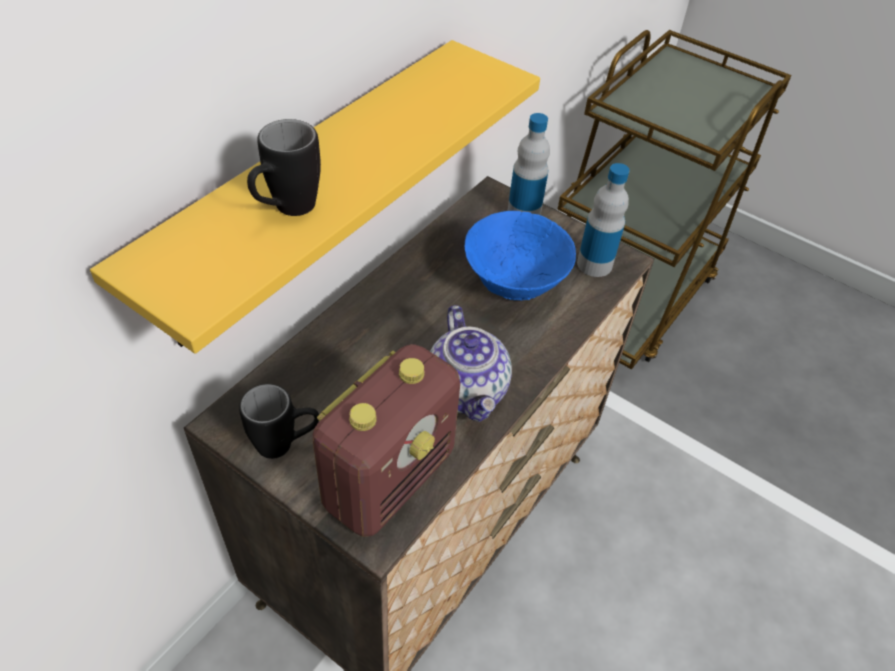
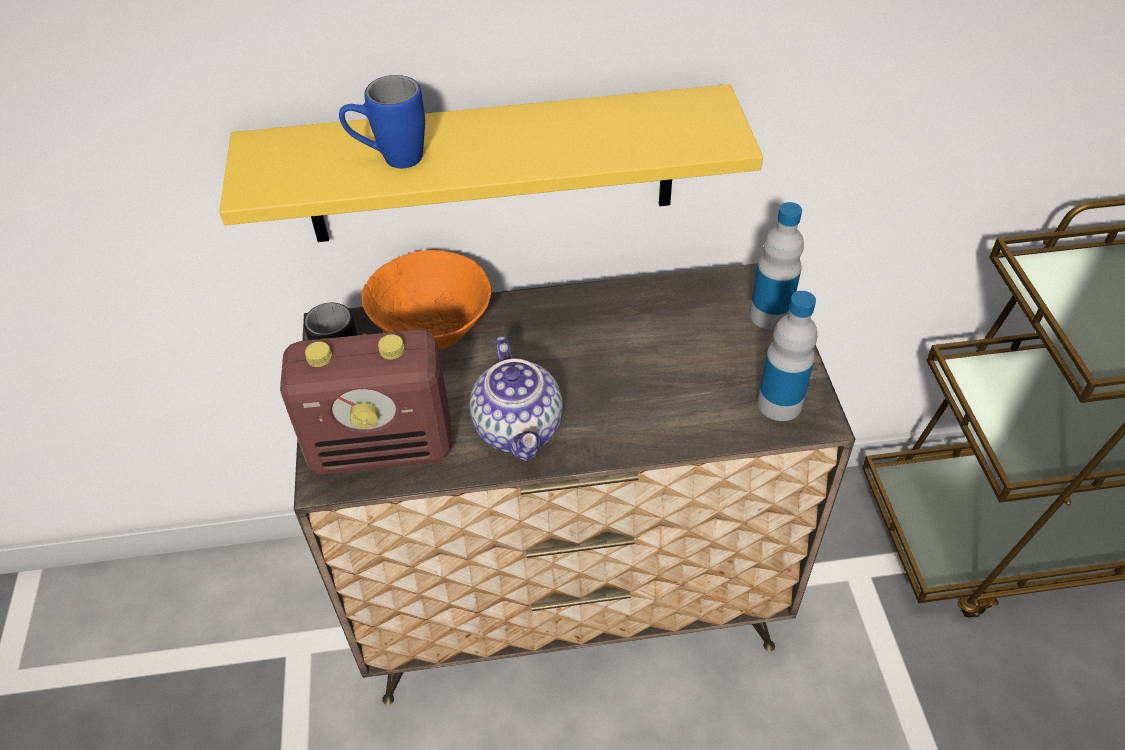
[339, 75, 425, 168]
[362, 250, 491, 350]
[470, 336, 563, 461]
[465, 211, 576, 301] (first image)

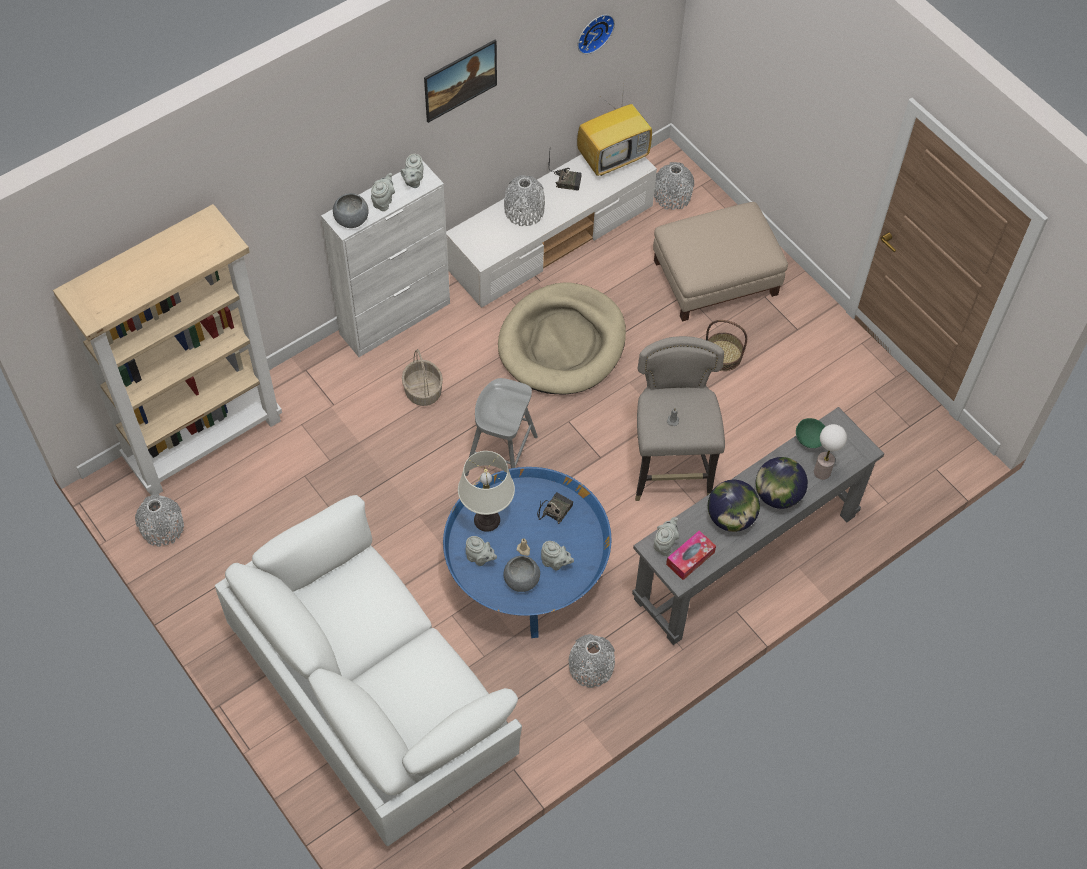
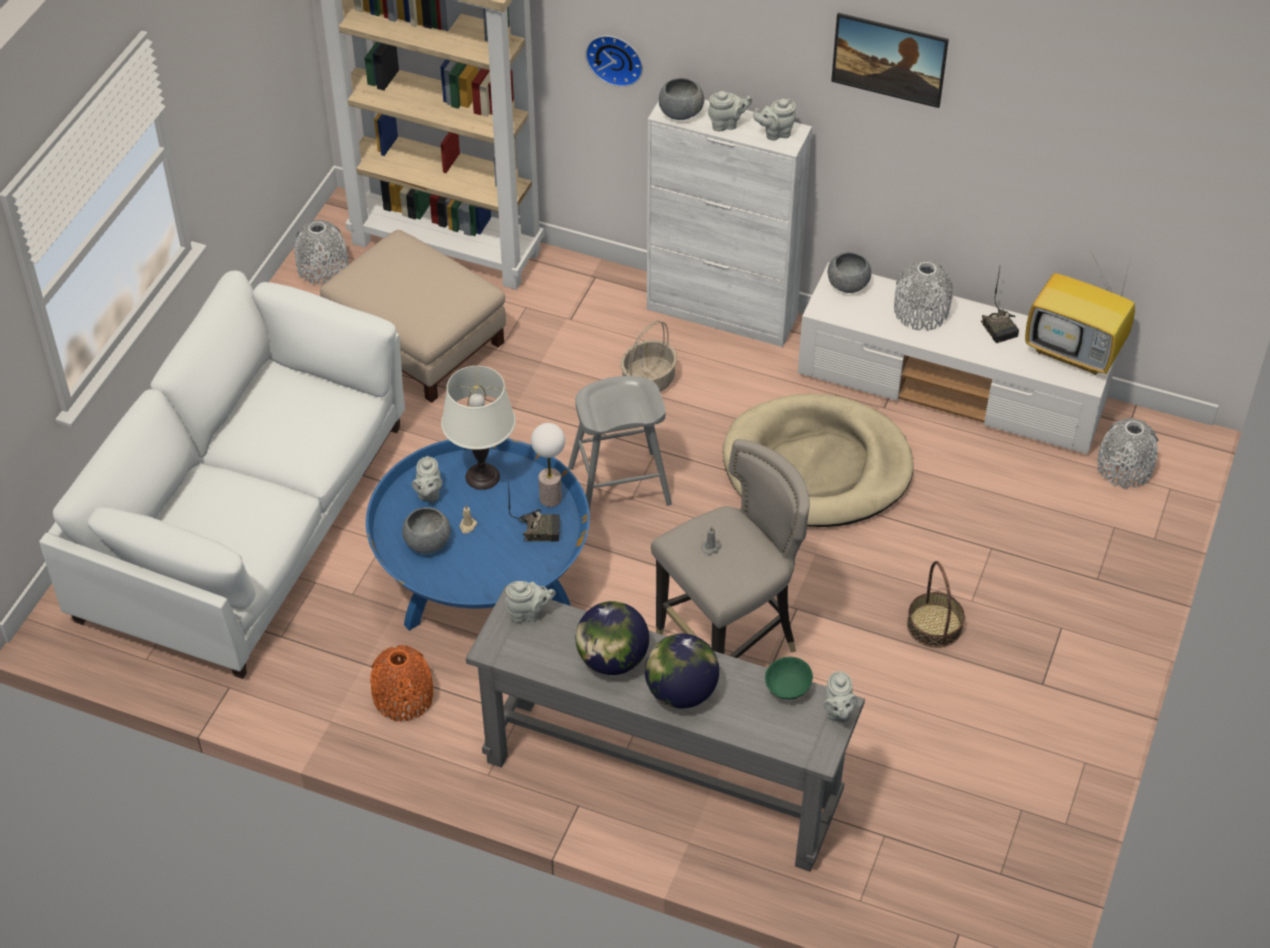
[320, 230, 506, 403]
[370, 645, 433, 721]
[531, 423, 565, 507]
[585, 35, 643, 87]
[823, 671, 858, 722]
[828, 252, 871, 293]
[666, 530, 716, 580] (first image)

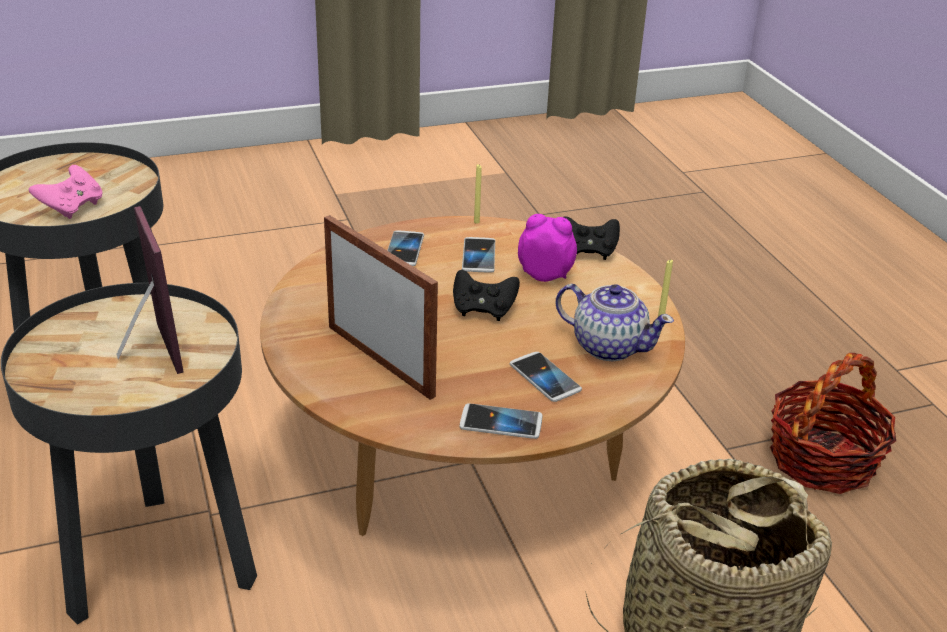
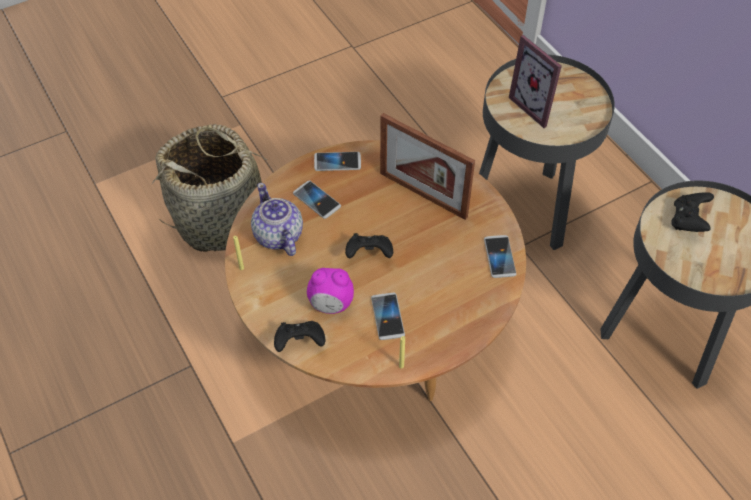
[251, 183, 303, 256]
[484, 235, 516, 278]
[671, 192, 714, 232]
[770, 353, 896, 494] (first image)

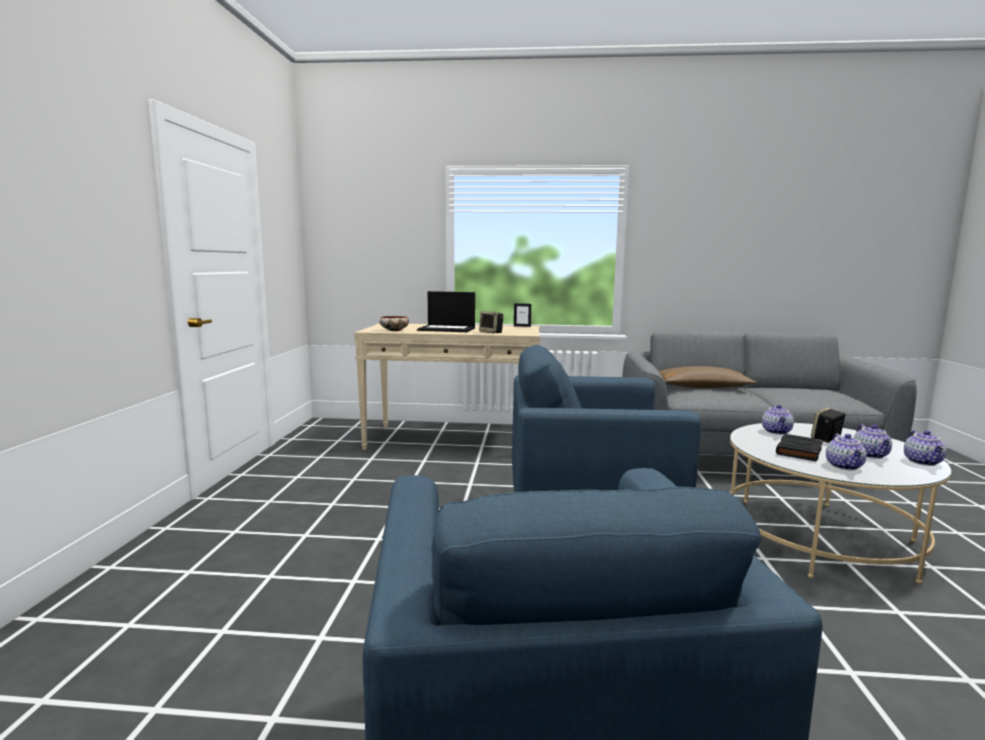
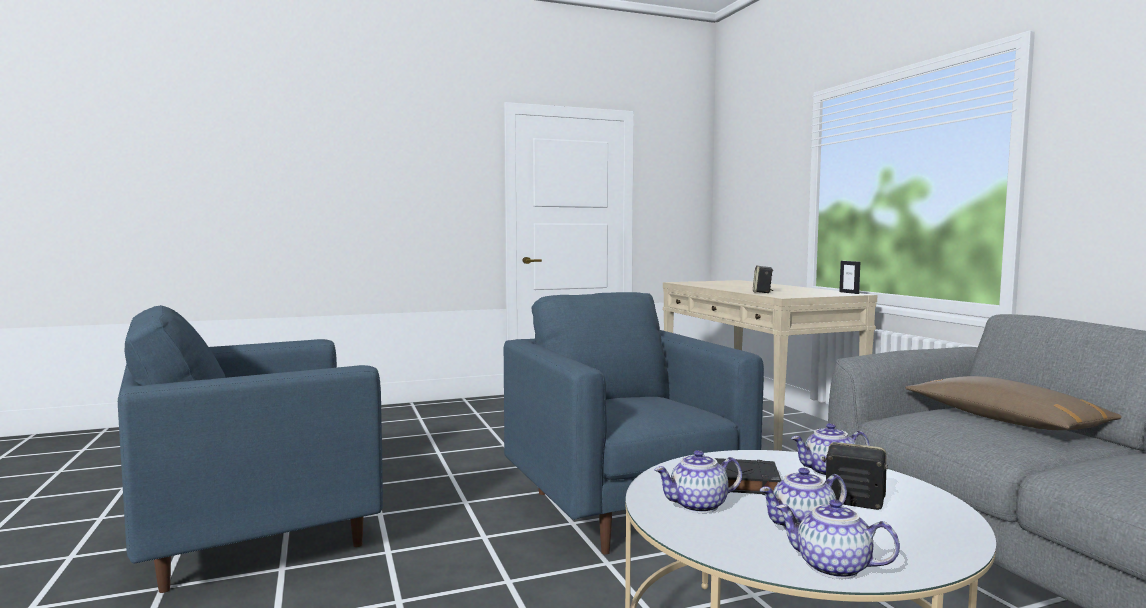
[776, 499, 900, 579]
[379, 316, 409, 331] (first image)
[417, 291, 475, 332] (first image)

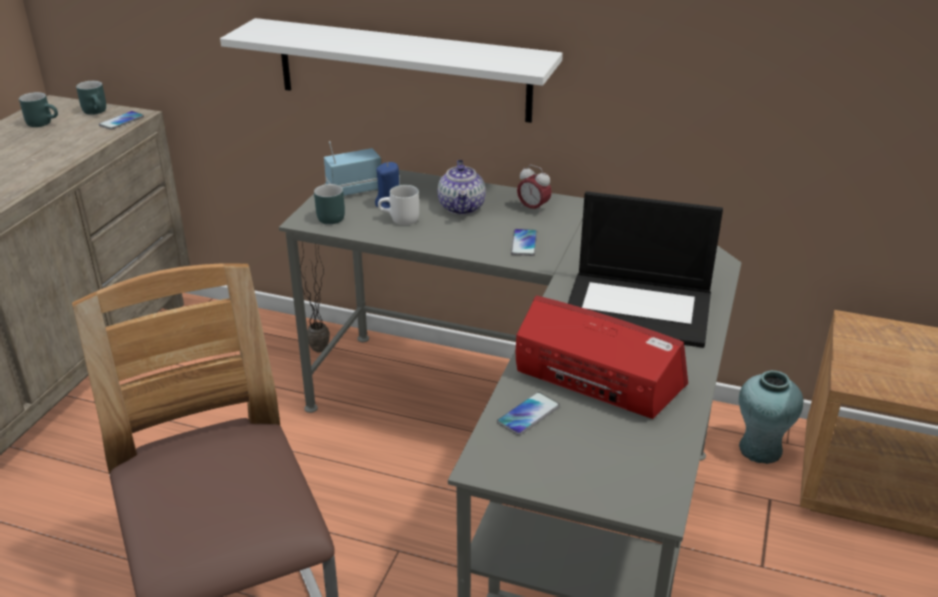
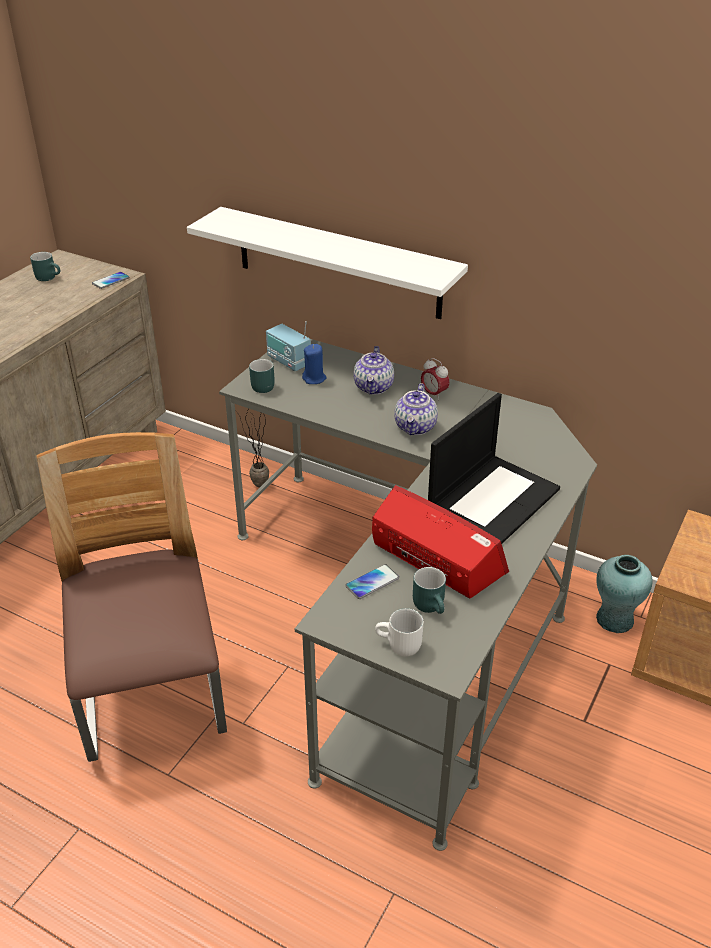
[266, 321, 311, 372]
[375, 608, 424, 656]
[394, 383, 438, 435]
[413, 567, 446, 614]
[428, 393, 560, 544]

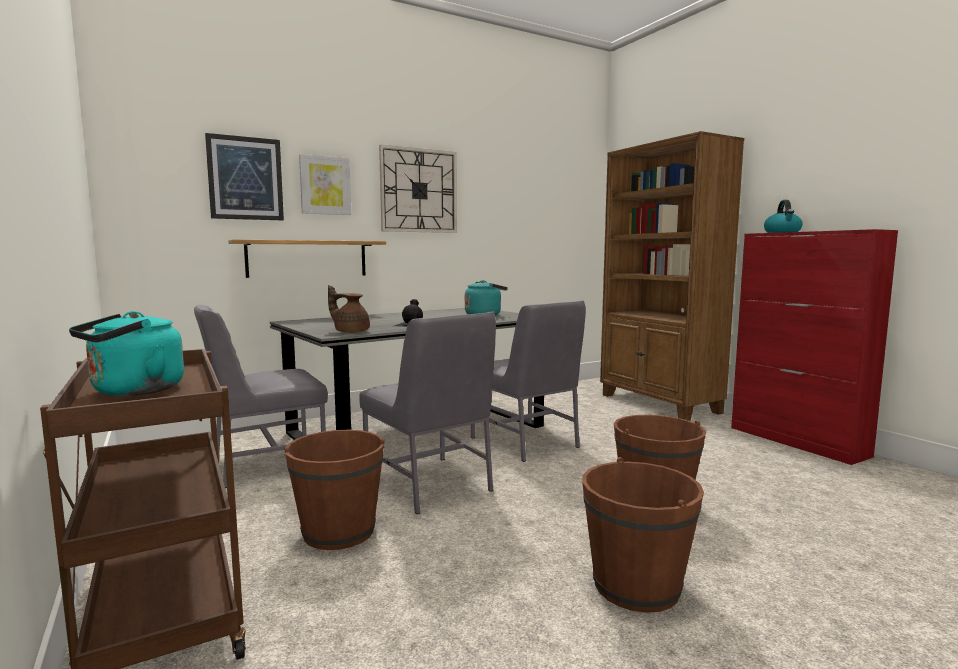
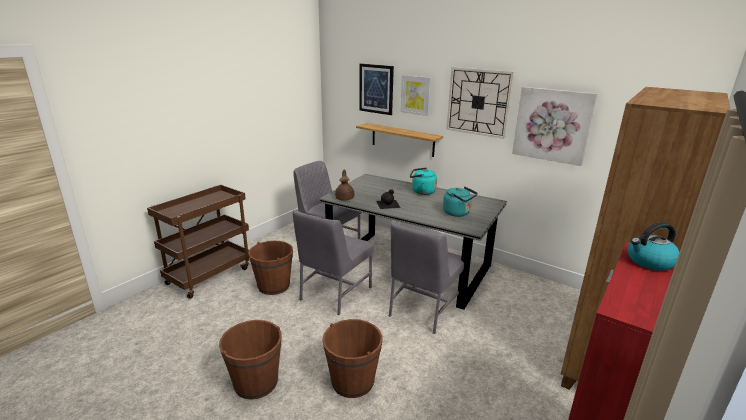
[410, 168, 437, 195]
[512, 87, 597, 166]

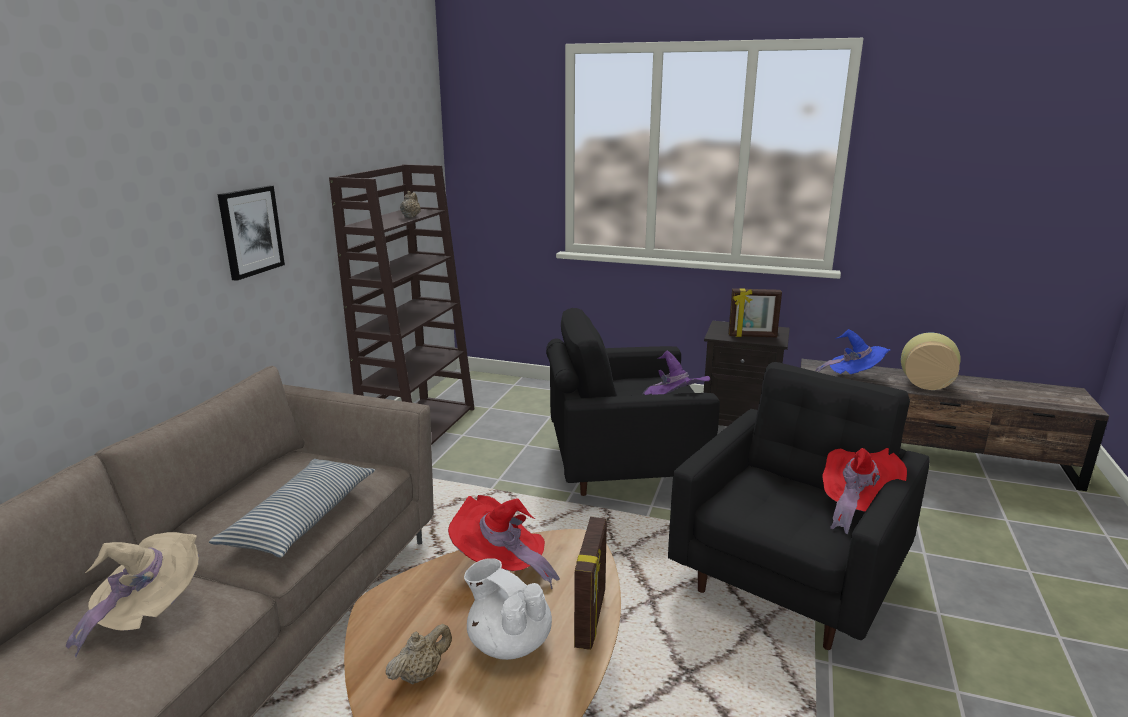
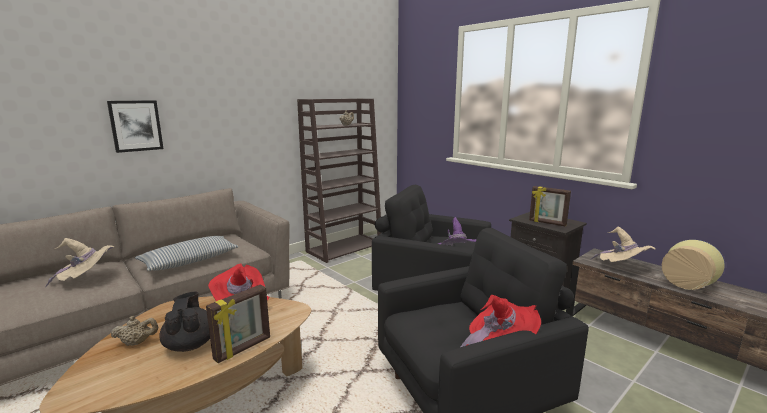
[107, 100, 163, 153]
[159, 291, 210, 352]
[590, 227, 656, 262]

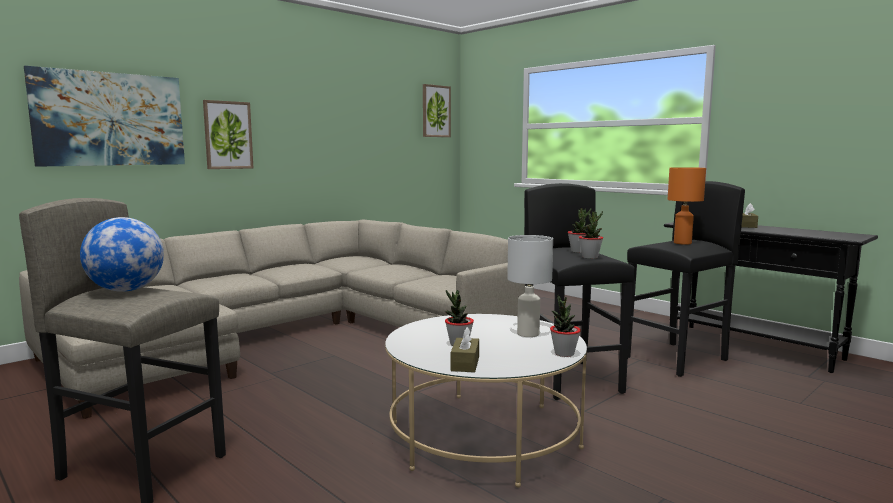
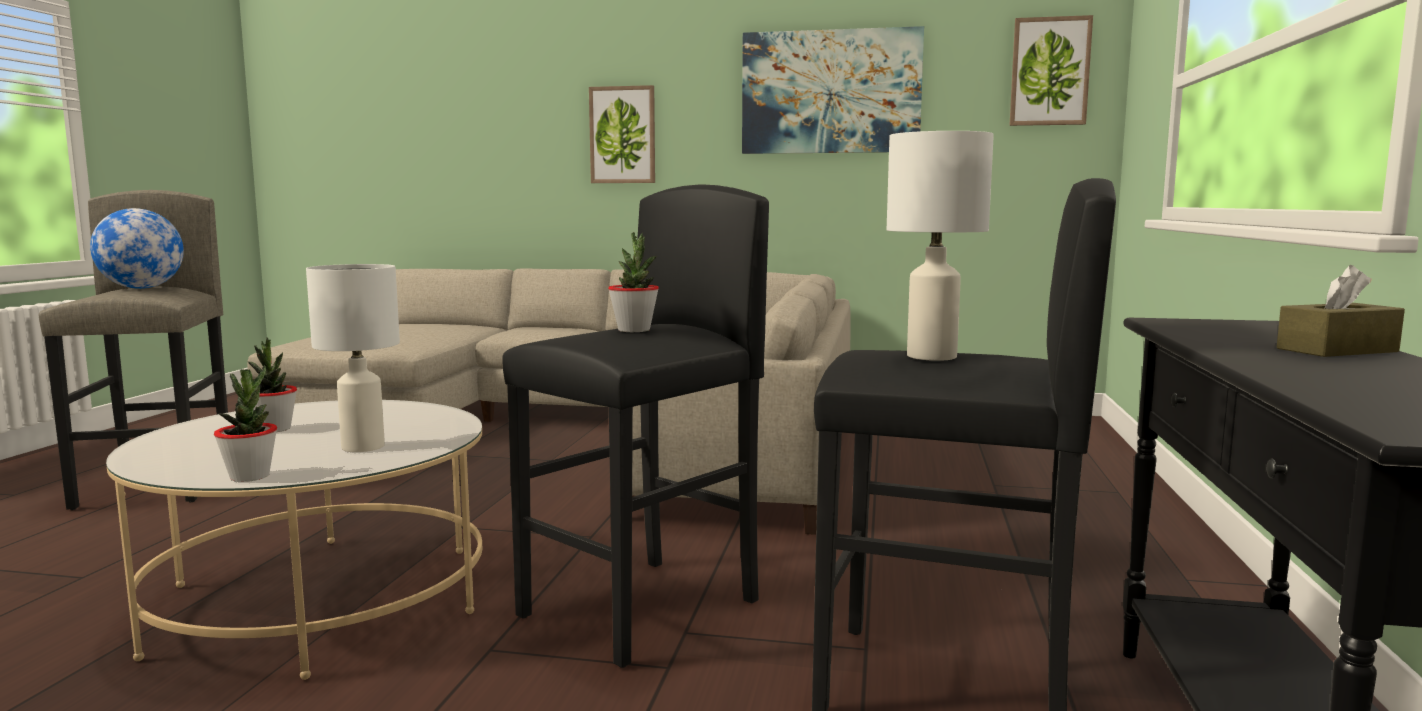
[742, 26, 924, 154]
[887, 131, 994, 361]
[451, 327, 479, 372] (first image)
[579, 211, 603, 259] (first image)

